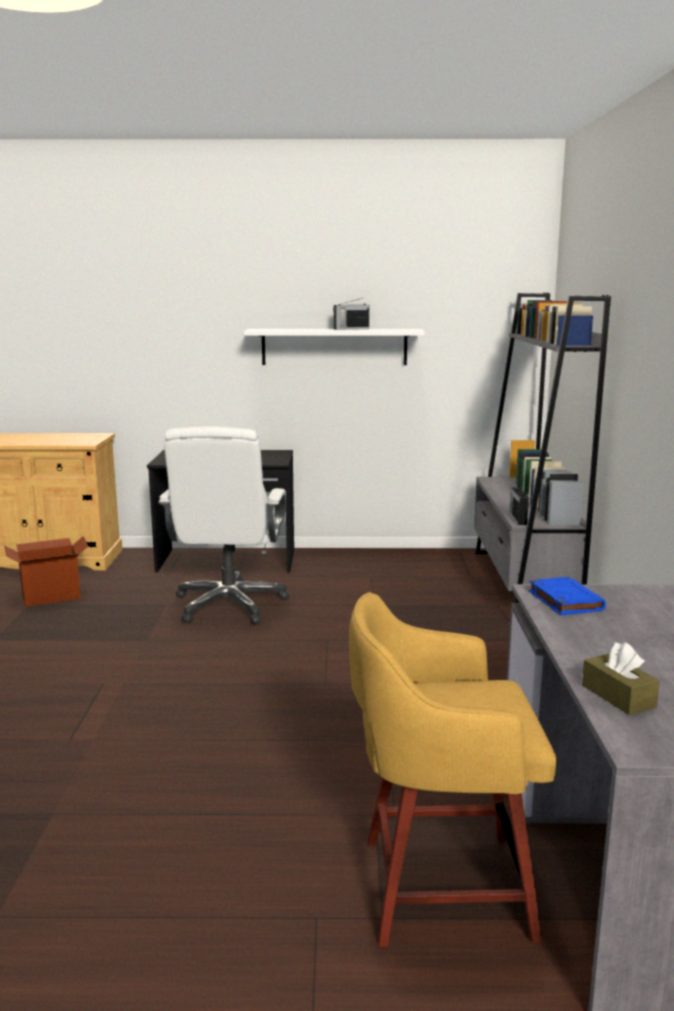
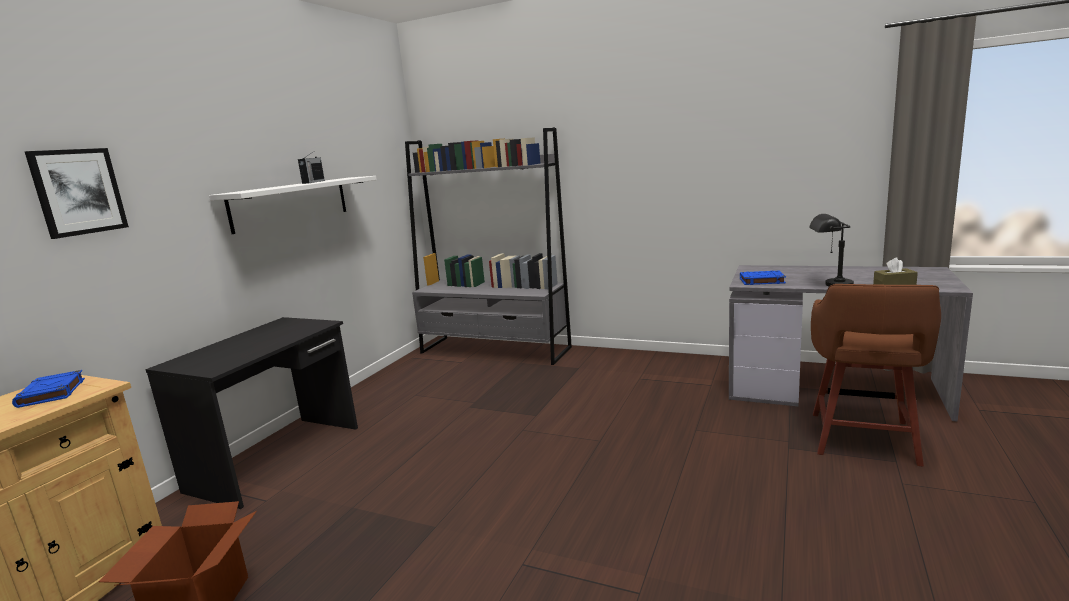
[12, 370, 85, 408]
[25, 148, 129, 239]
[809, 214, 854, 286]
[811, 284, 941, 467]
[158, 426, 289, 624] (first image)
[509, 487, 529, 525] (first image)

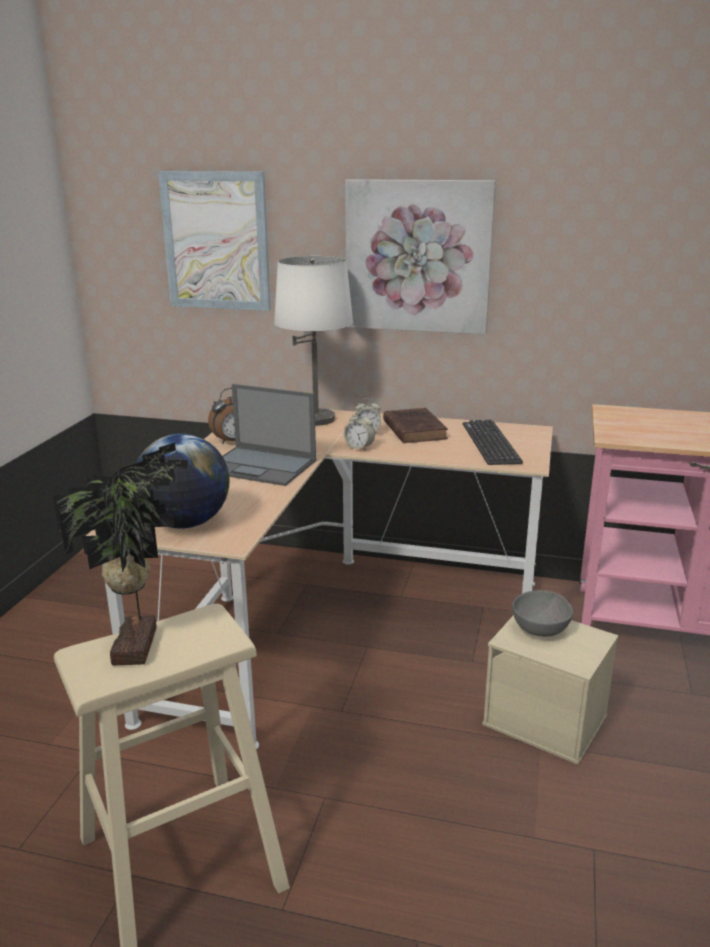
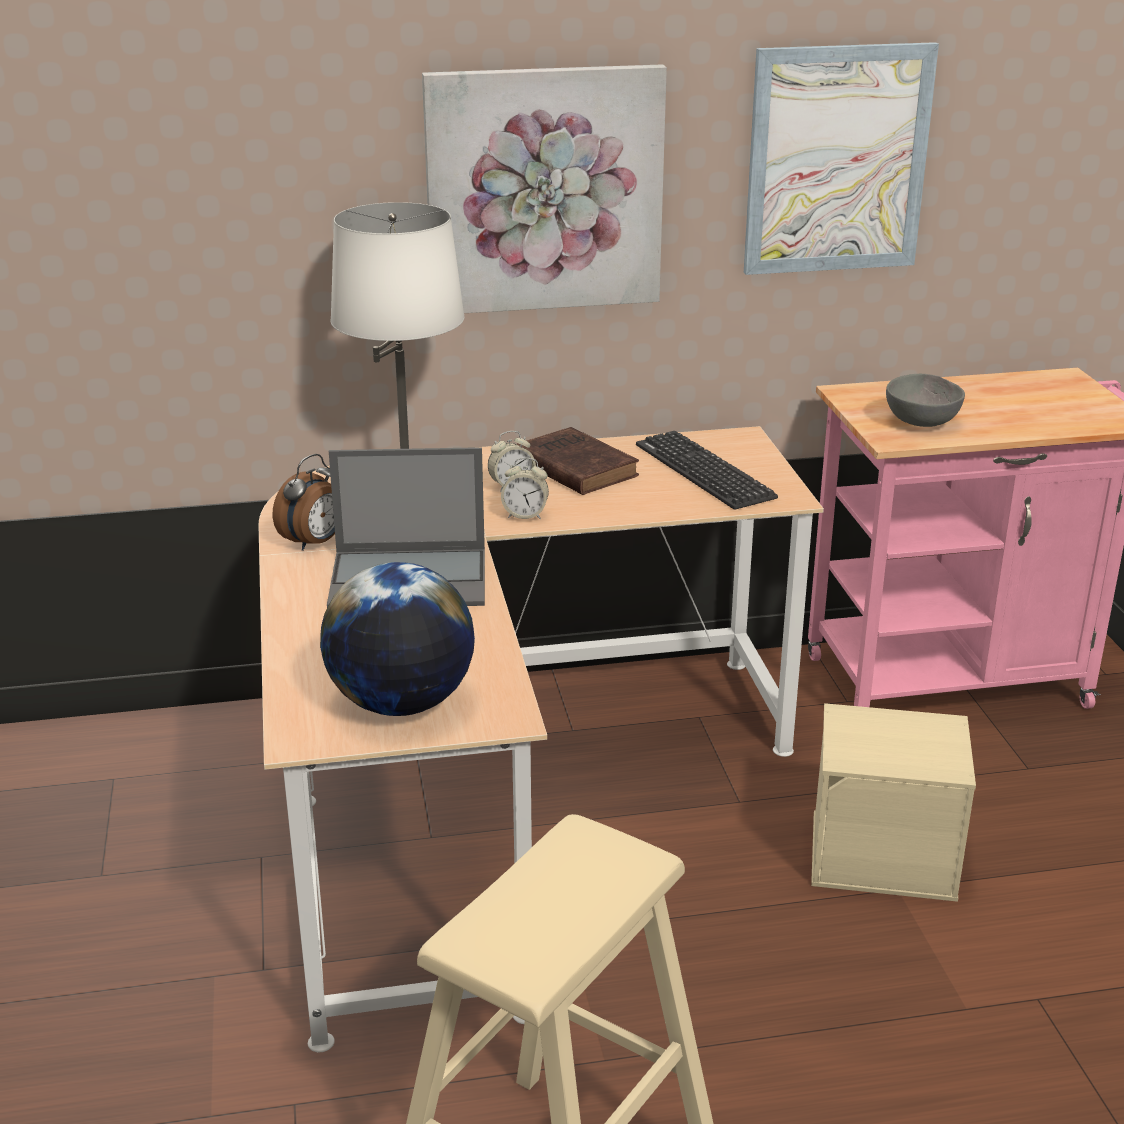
[744, 42, 939, 275]
[886, 374, 965, 427]
[53, 443, 189, 665] (first image)

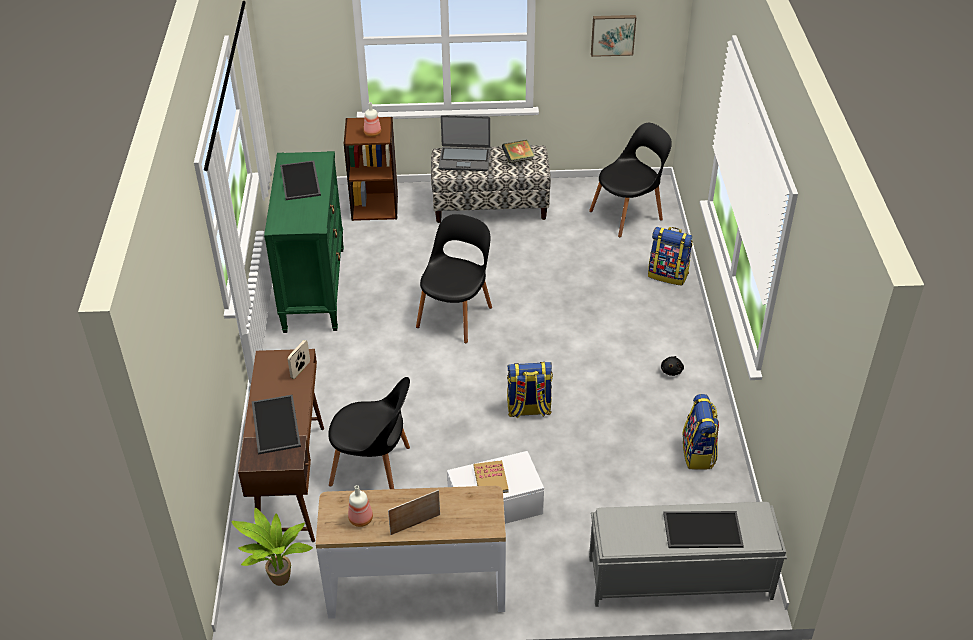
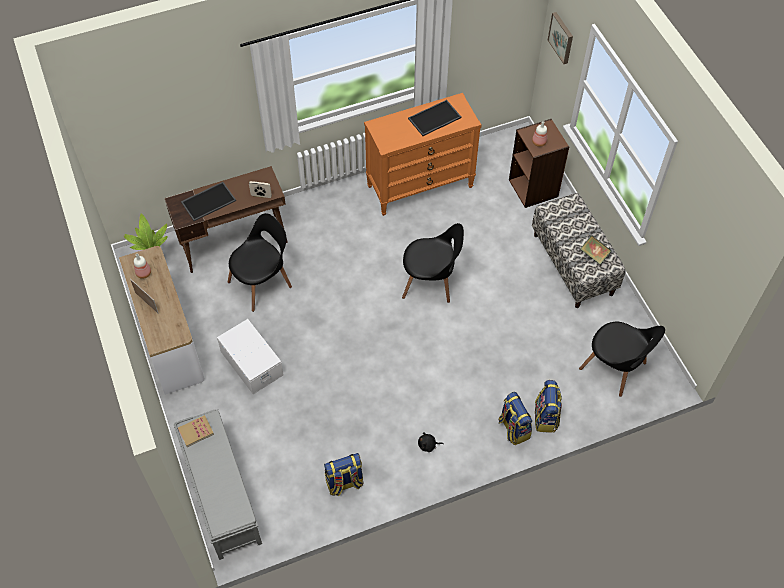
[178, 415, 214, 447]
[227, 213, 292, 312]
[364, 93, 482, 216]
[499, 392, 532, 445]
[548, 12, 573, 64]
[439, 115, 490, 171] (first image)
[663, 511, 744, 548] (first image)

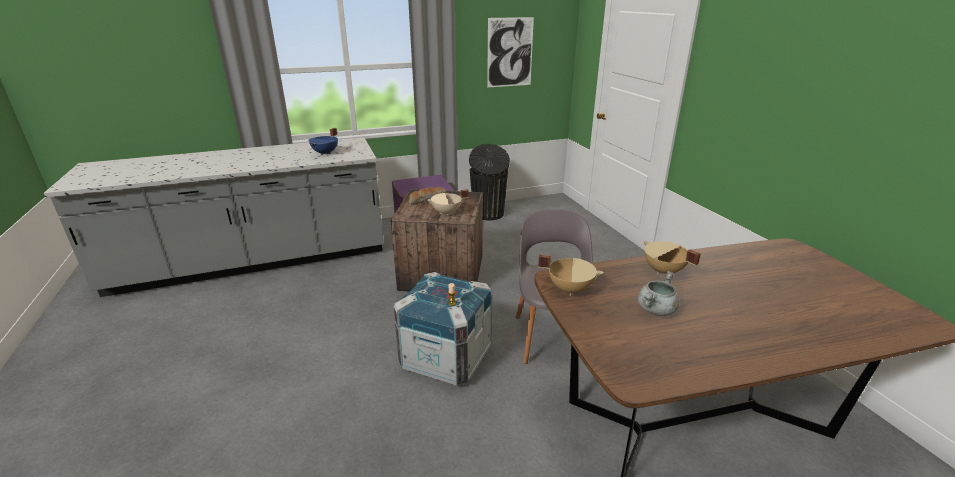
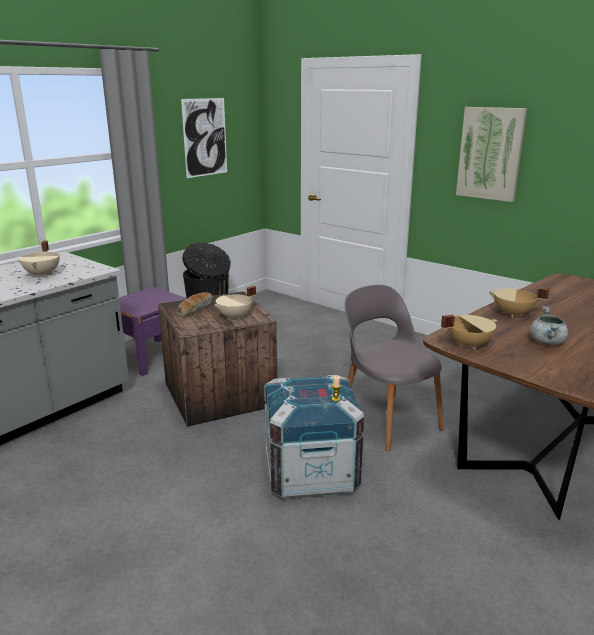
[19, 241, 60, 278]
[456, 107, 527, 202]

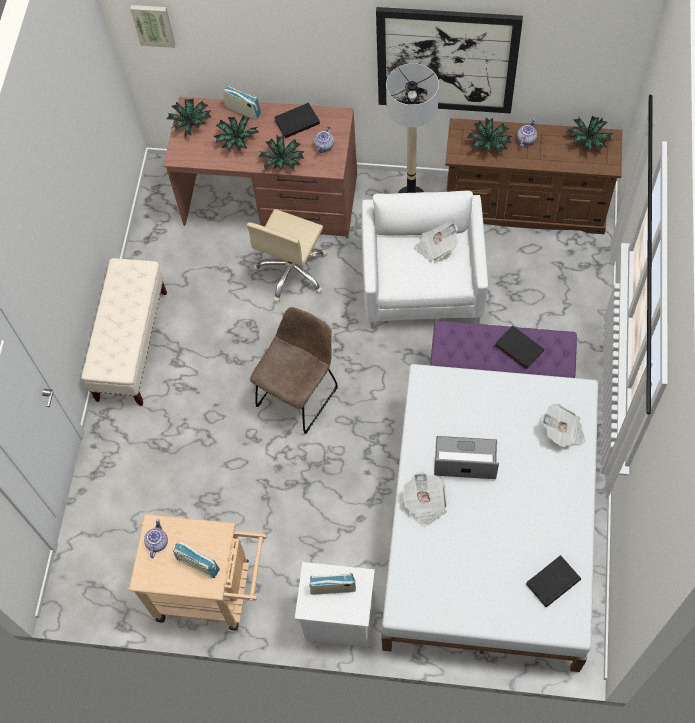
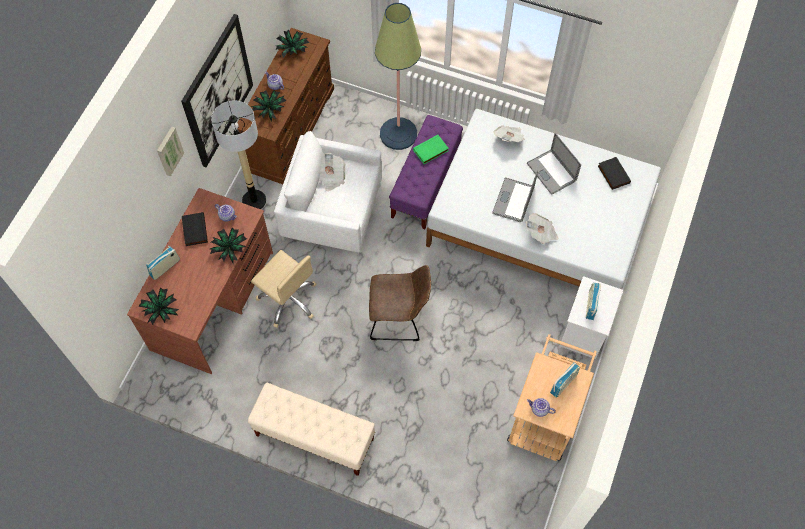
[157, 126, 184, 176]
[369, 265, 431, 341]
[375, 3, 421, 150]
[413, 135, 449, 164]
[527, 133, 581, 195]
[213, 115, 260, 152] (first image)

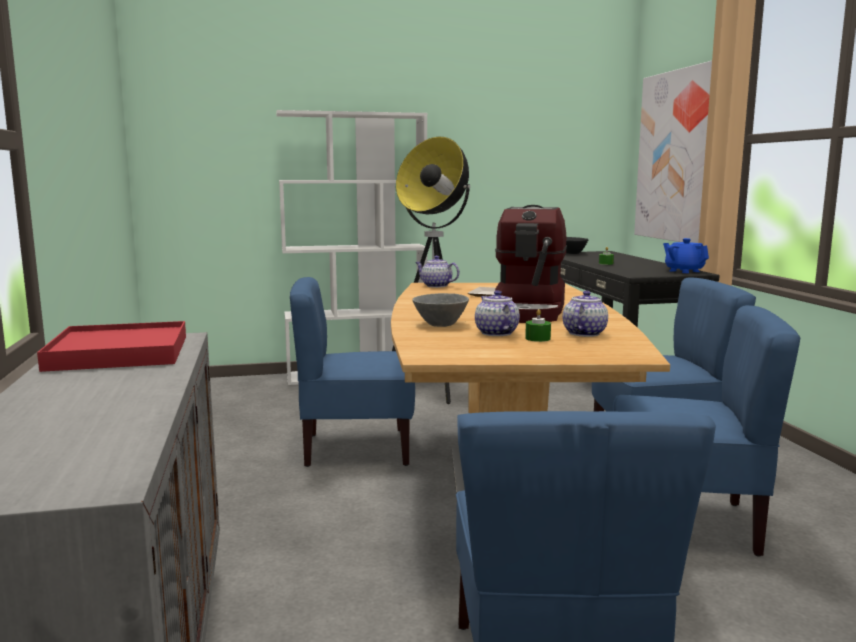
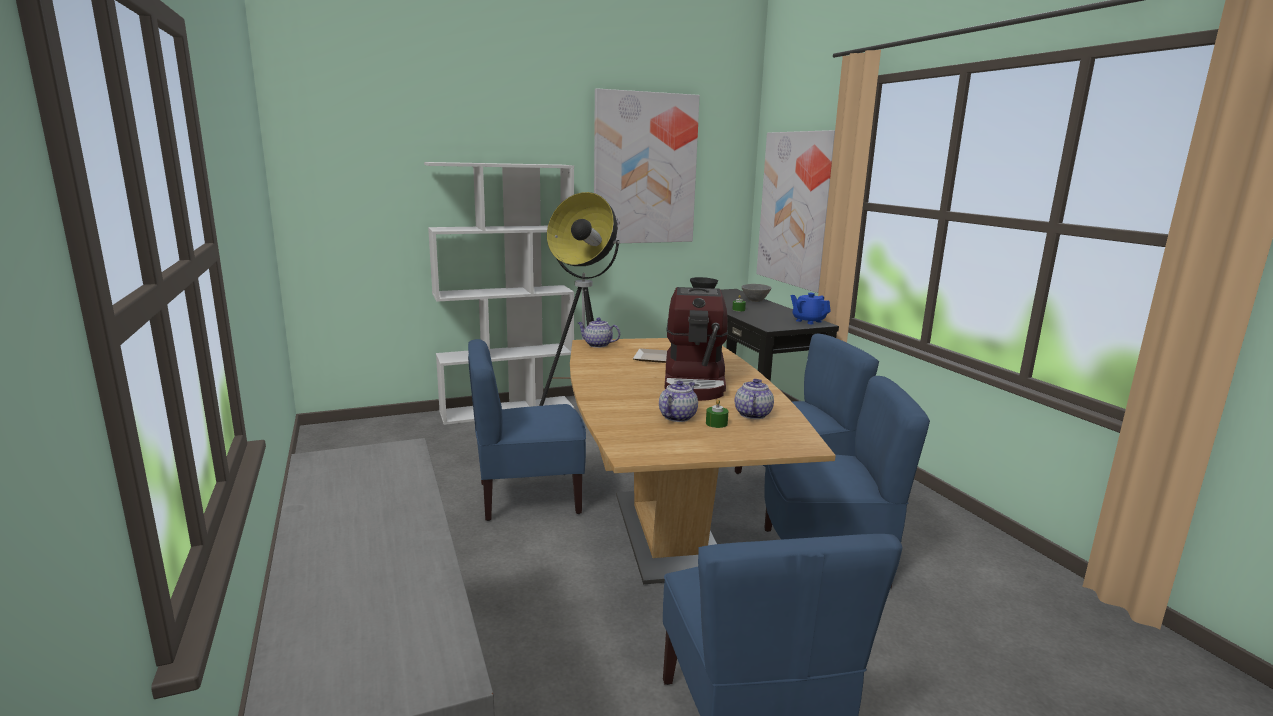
[594, 88, 700, 244]
[659, 381, 698, 422]
[741, 284, 771, 302]
[37, 321, 186, 372] (first image)

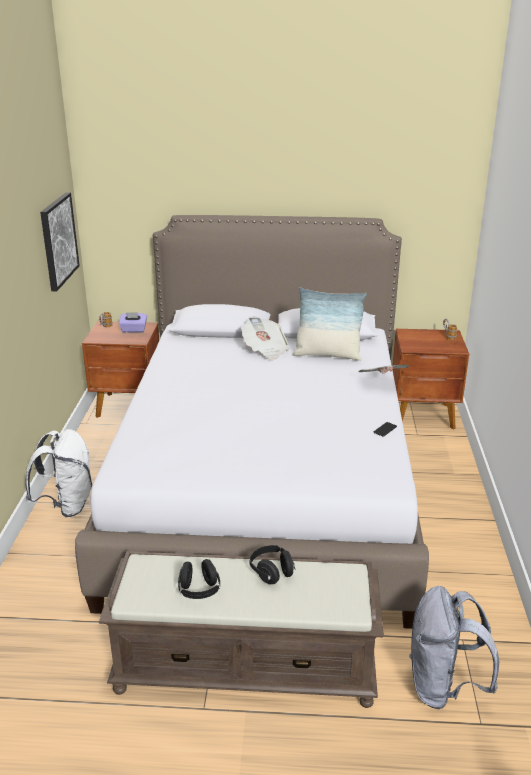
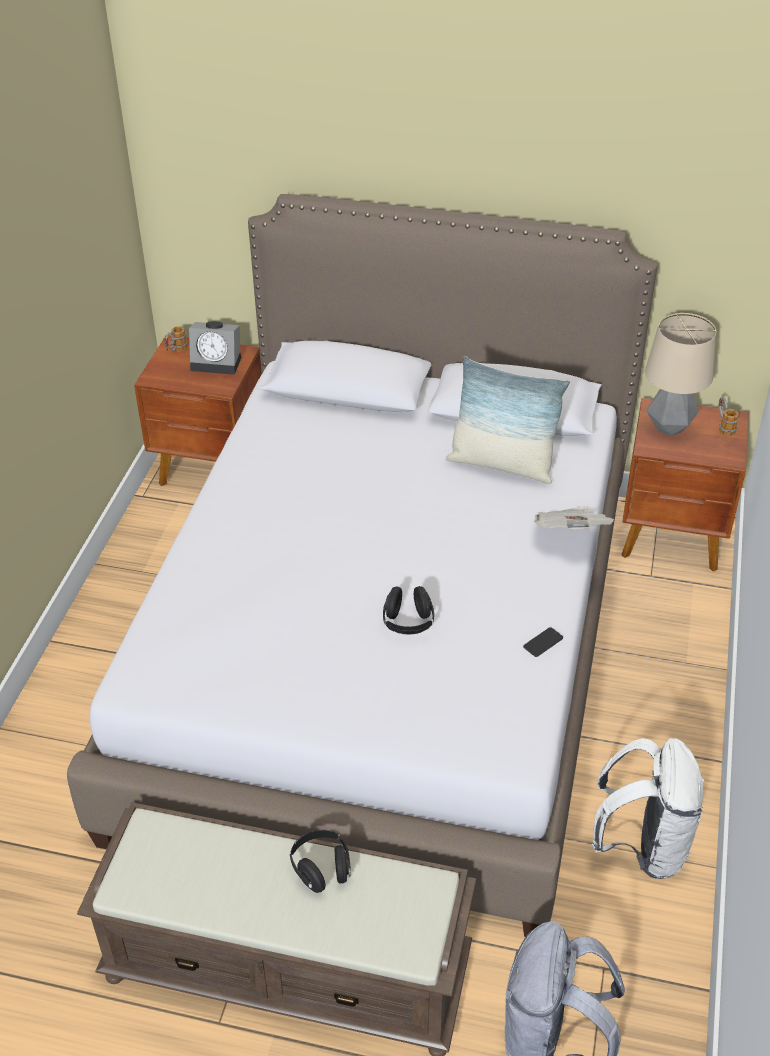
[189, 321, 241, 375]
[383, 586, 434, 634]
[592, 738, 705, 879]
[645, 313, 716, 436]
[40, 193, 80, 291] (first image)
[241, 316, 289, 361] (first image)

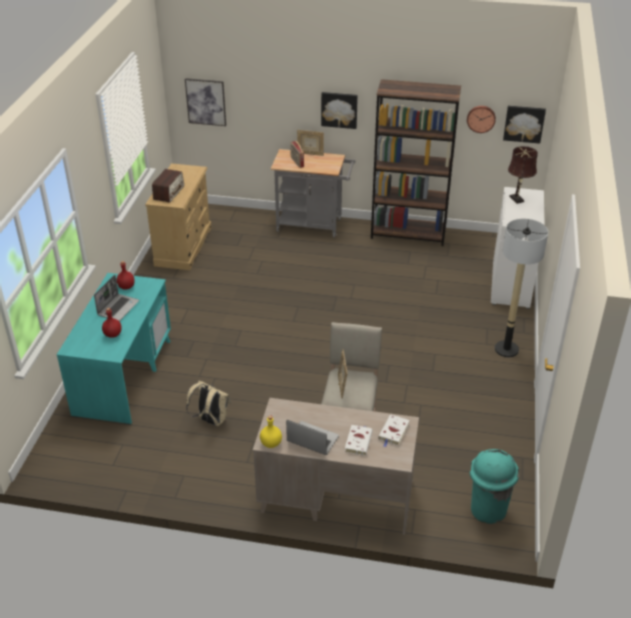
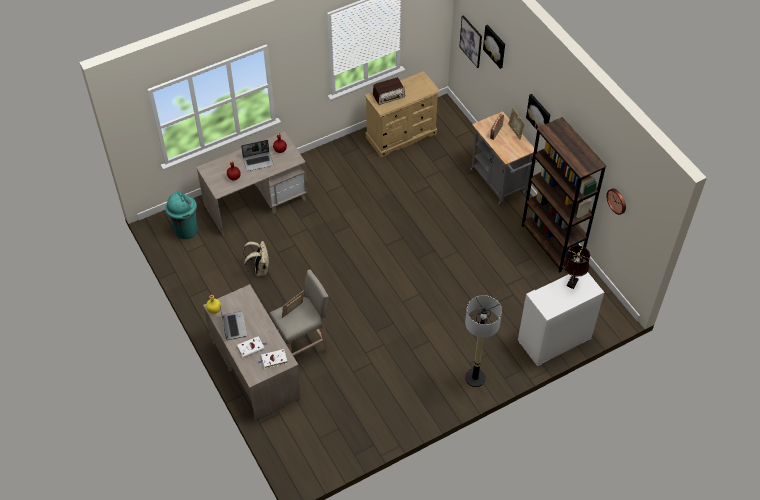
[165, 191, 198, 239]
[196, 132, 308, 236]
[483, 25, 505, 69]

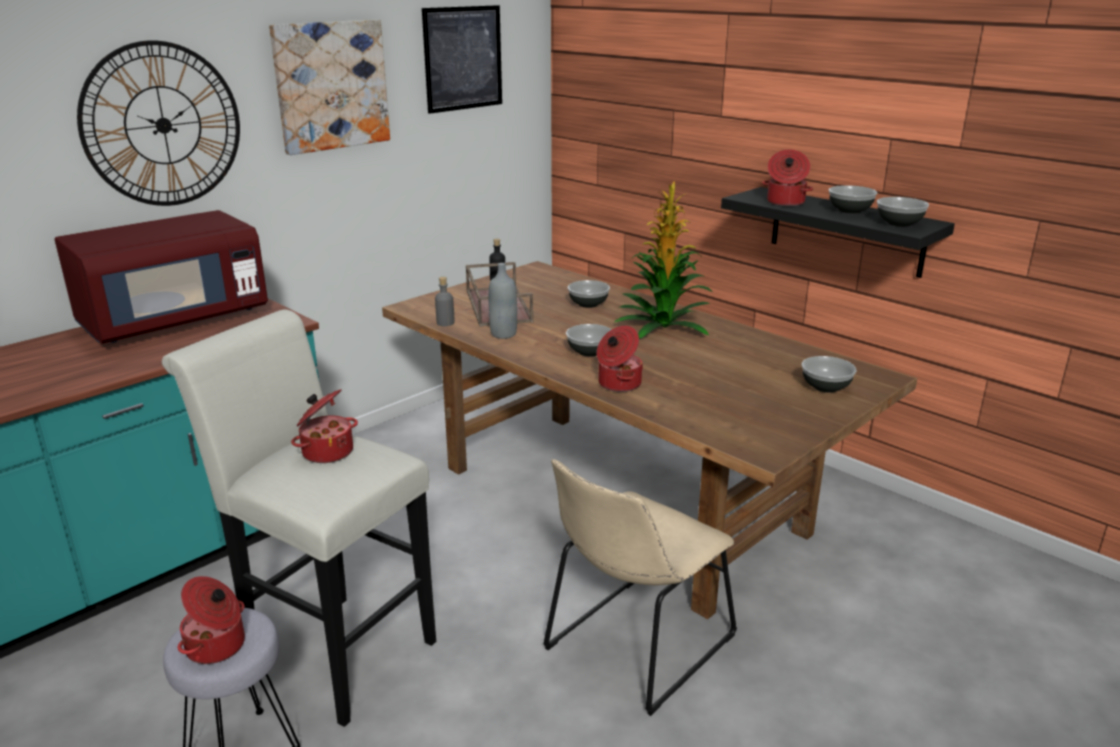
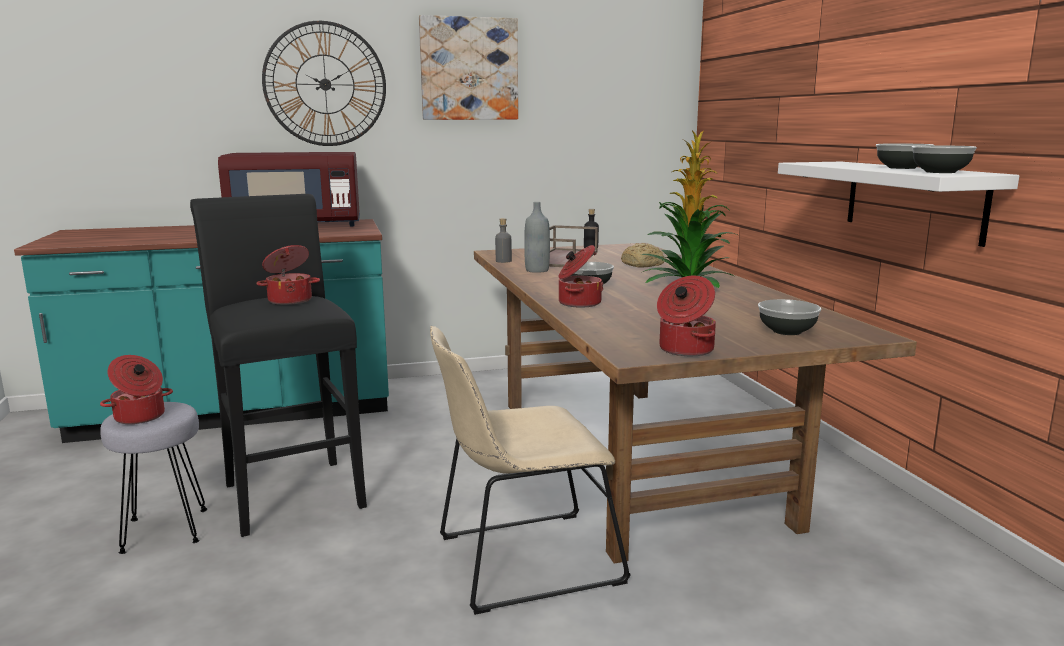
[190, 194, 367, 537]
[621, 243, 664, 268]
[657, 276, 716, 356]
[778, 162, 1019, 247]
[422, 5, 502, 114] (first image)

